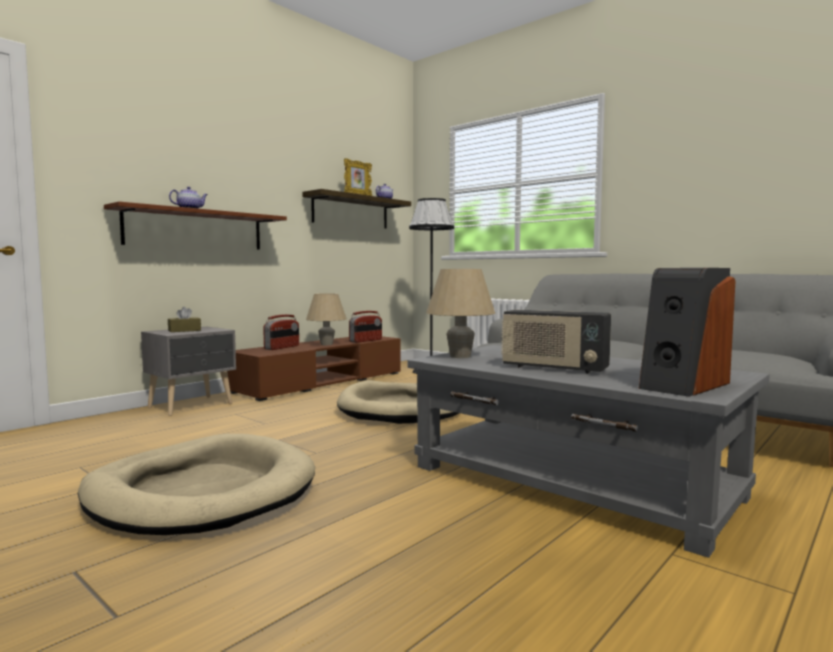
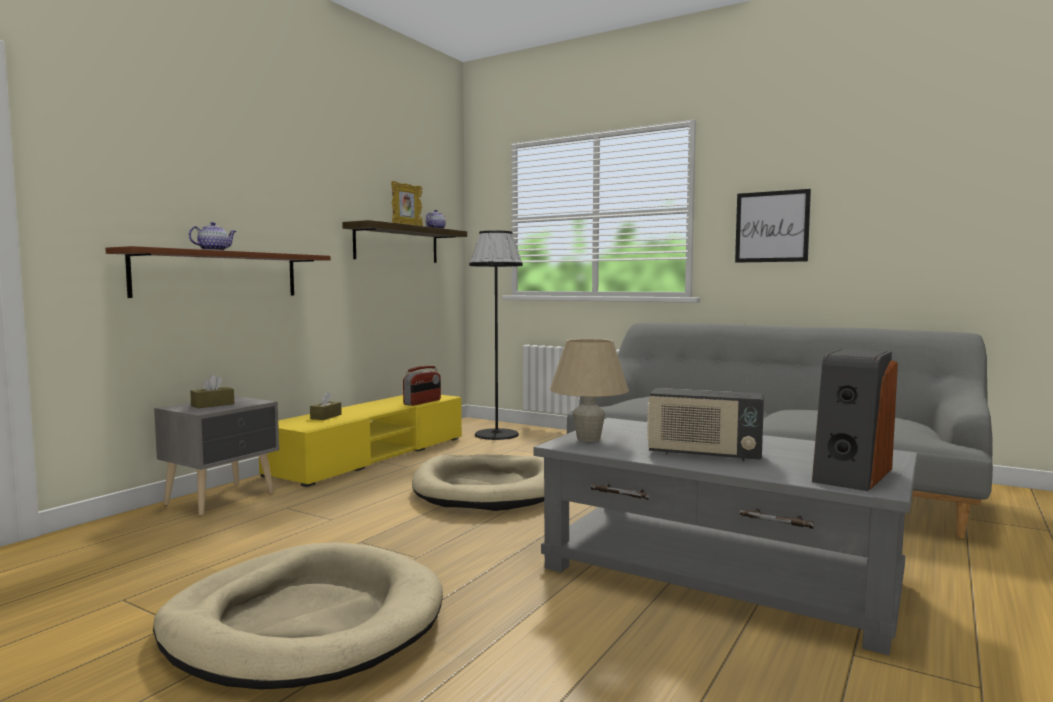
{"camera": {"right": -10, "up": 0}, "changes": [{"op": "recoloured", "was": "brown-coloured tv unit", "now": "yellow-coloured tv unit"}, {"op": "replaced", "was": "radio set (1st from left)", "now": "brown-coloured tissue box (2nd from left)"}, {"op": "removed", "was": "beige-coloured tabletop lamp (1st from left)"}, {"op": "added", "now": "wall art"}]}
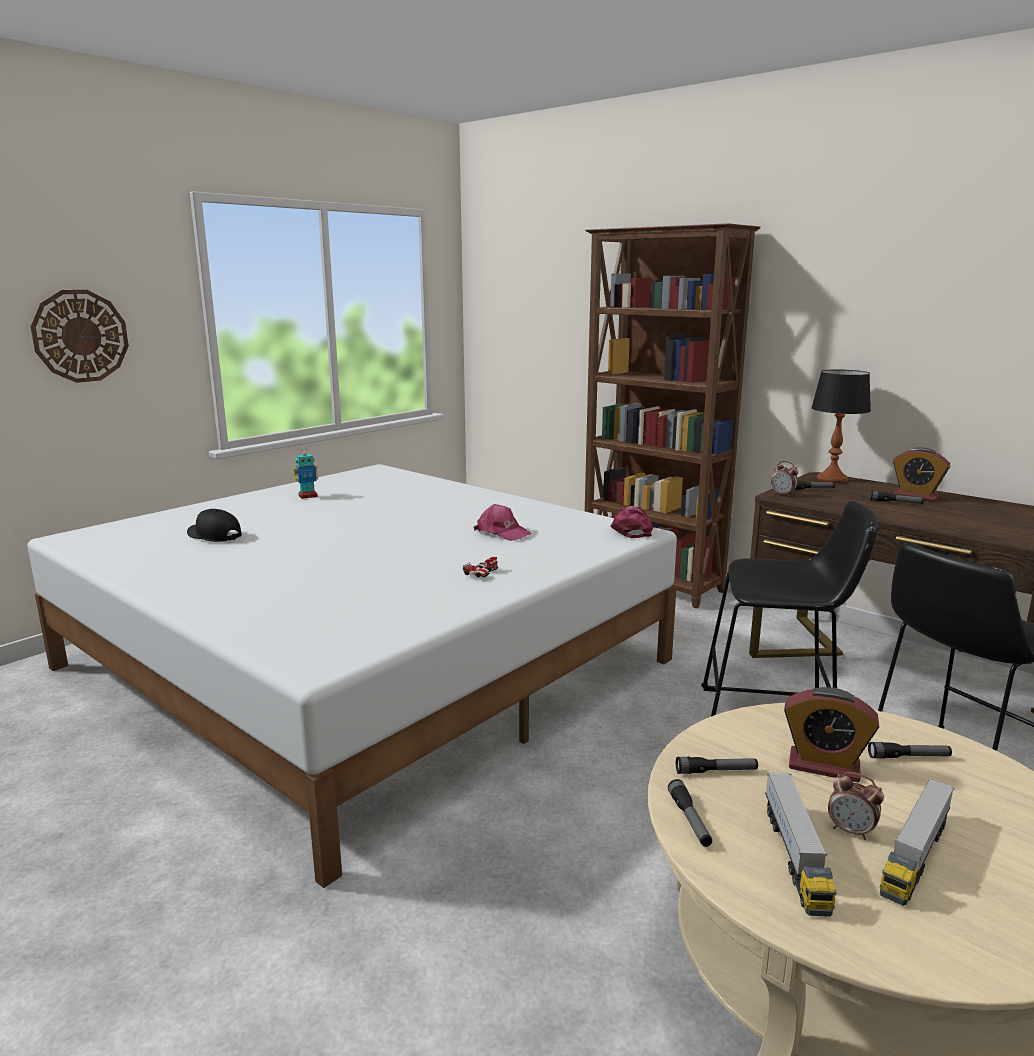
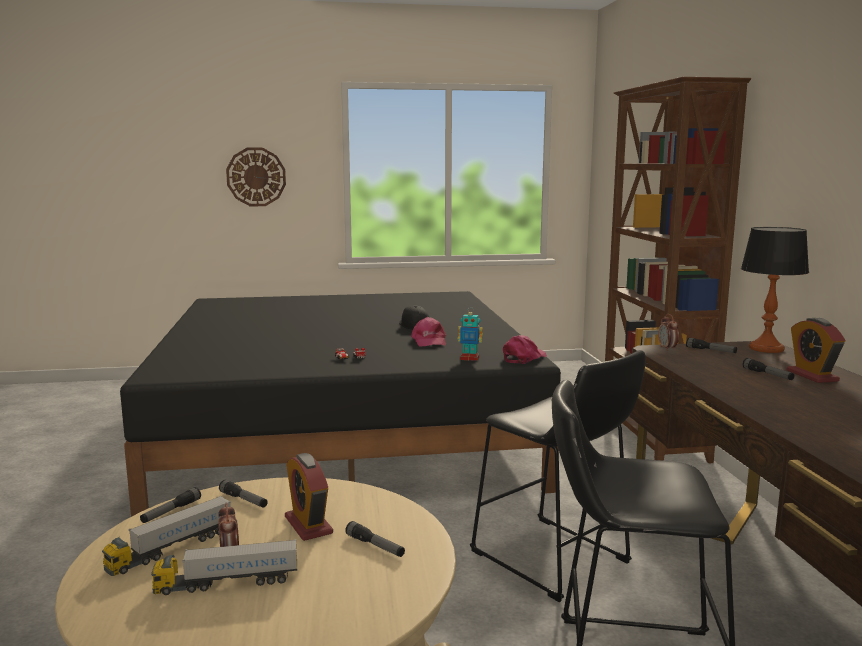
{"camera": {"right": 40, "up": -5}, "changes": [{"op": "recoloured", "was": "white-coloured bedroom bed", "now": "blackish bedroom bed"}, {"op": "moved", "was": "blackish peaked cap"}, {"op": "moved", "was": "toy robot"}]}
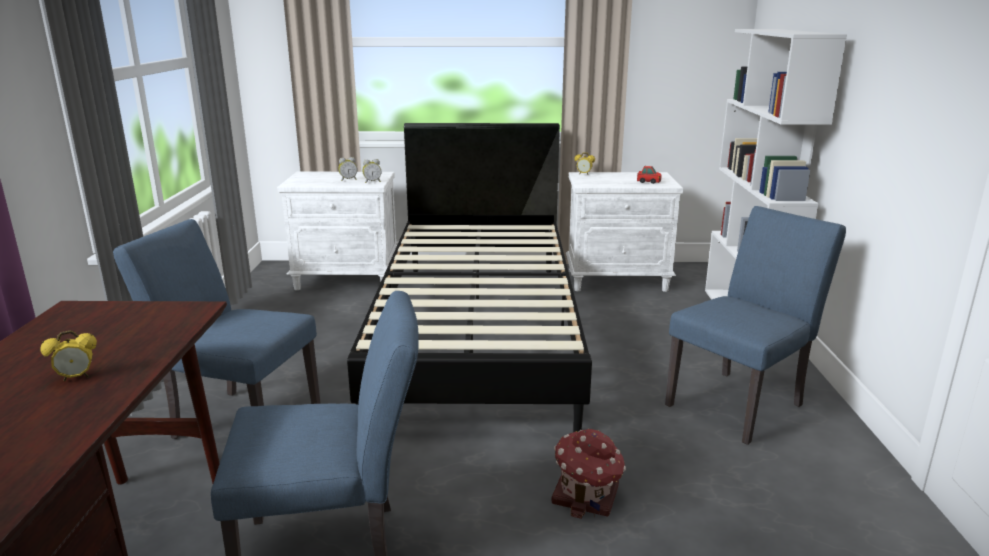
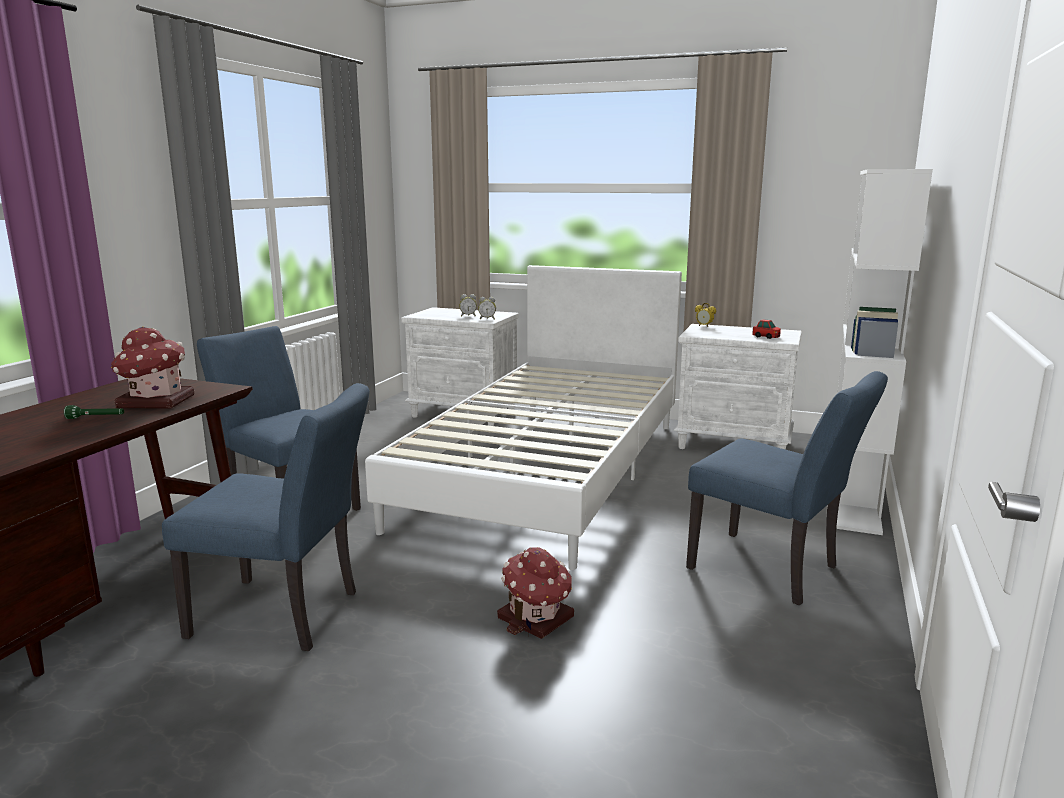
{"camera": {"right": 20, "up": -5}, "changes": [{"op": "replaced", "was": "table clock (1st from left)", "now": "greenish hand torch"}, {"op": "recoloured", "was": "blackish bedroom bed", "now": "white-coloured bedroom bed"}, {"op": "turned", "was": "bluish plain chair (3rd from left)", "clockwise": 60}, {"op": "added", "now": "miniature house (1st from left)"}]}
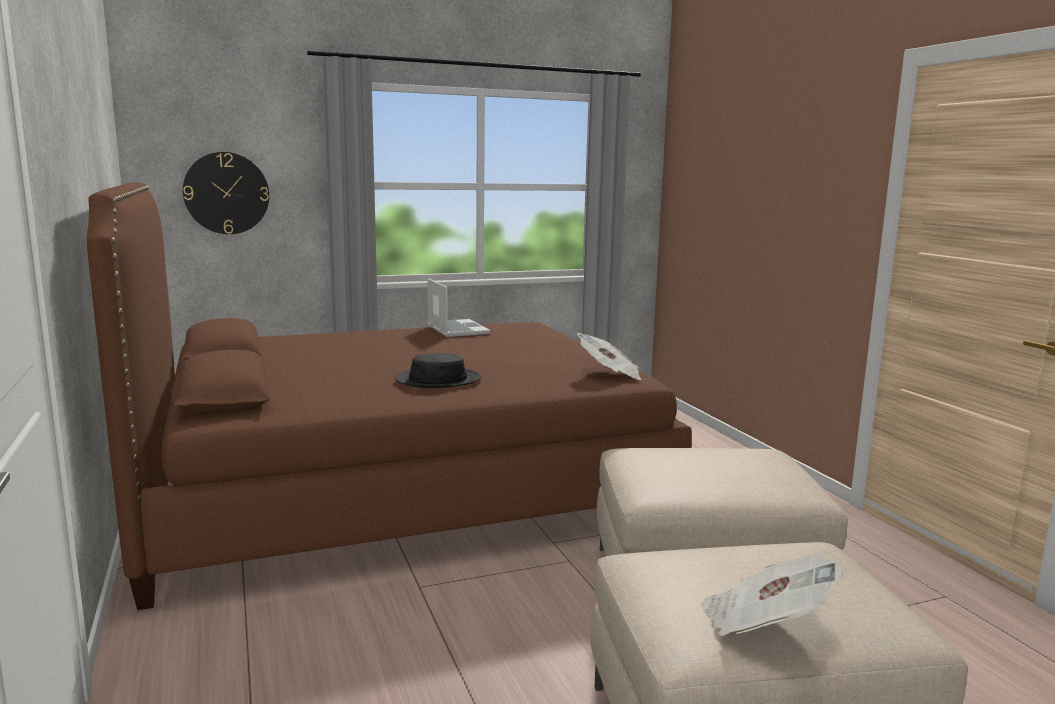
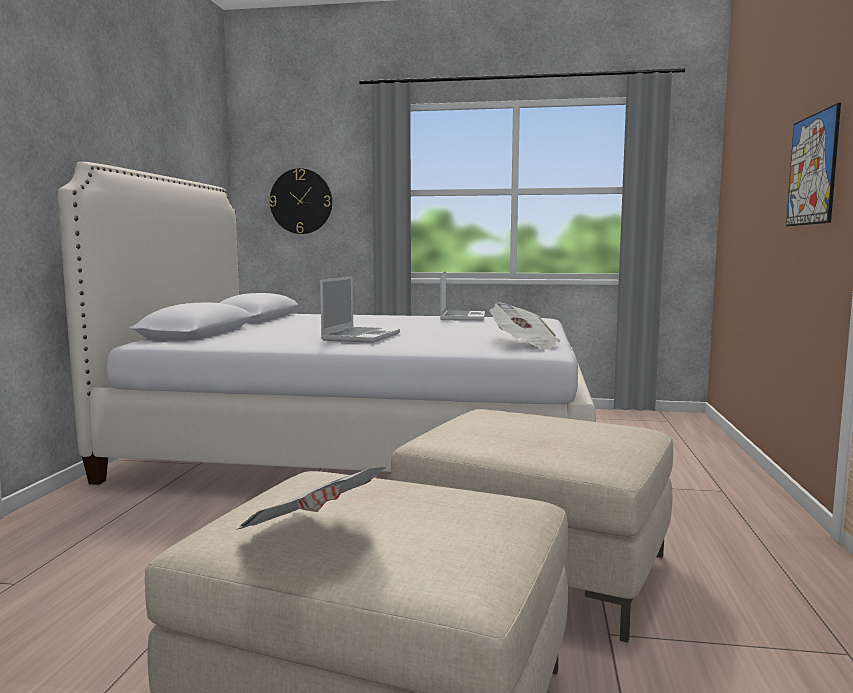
{"camera": {"right": 30, "up": -5}, "changes": [{"op": "recoloured", "was": "brown-coloured bedroom bed", "now": "white-coloured bedroom bed"}, {"op": "replaced", "was": "blackish wearable hat", "now": "notebook computer (1st from left)"}, {"op": "added", "now": "wall art"}]}
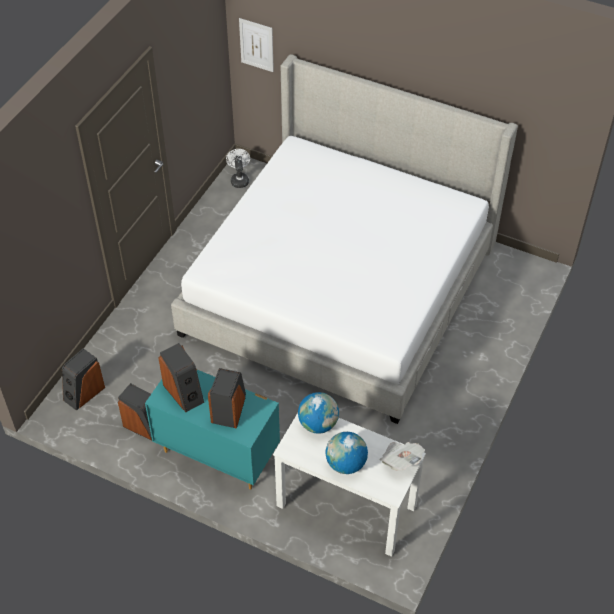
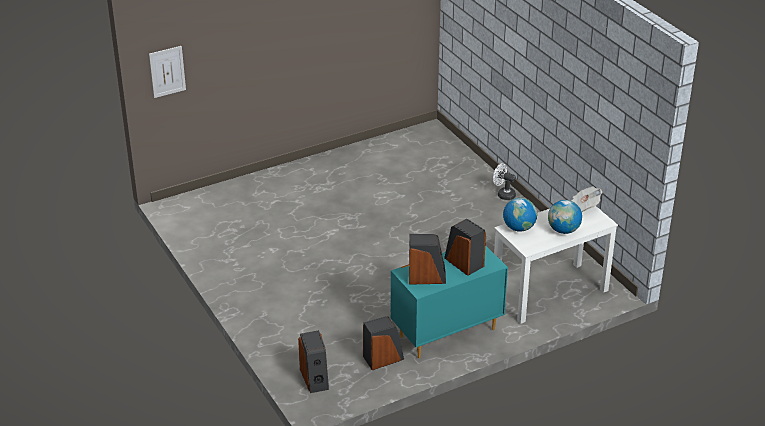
{"camera": {"right": -55, "up": -15}, "changes": [{"op": "removed", "was": "bedroom bed"}, {"op": "moved", "was": "white-coloured fan"}]}
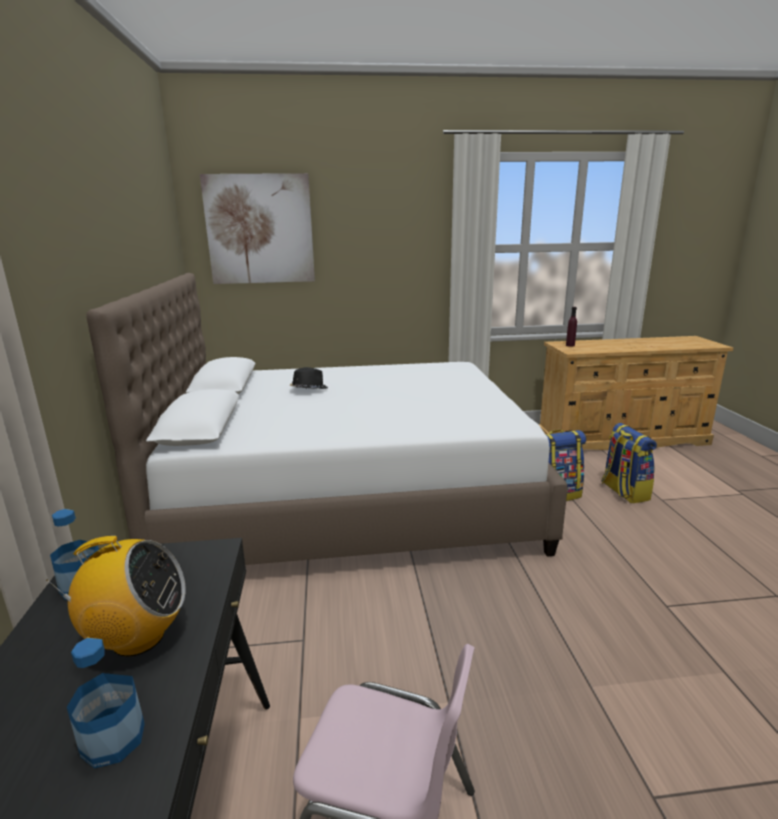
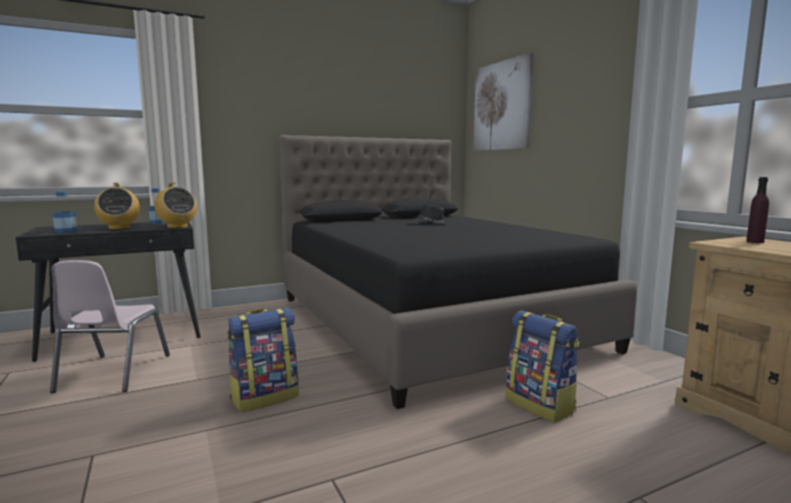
{"camera": {"right": 70, "up": -10}, "changes": [{"op": "recoloured", "was": "white-coloured bedroom bed", "now": "blackish bedroom bed"}, {"op": "moved", "was": "rucksack (2nd from left in the first image)", "now": "rucksack (1st from left)"}, {"op": "added", "now": "radio set (2nd from left)"}]}
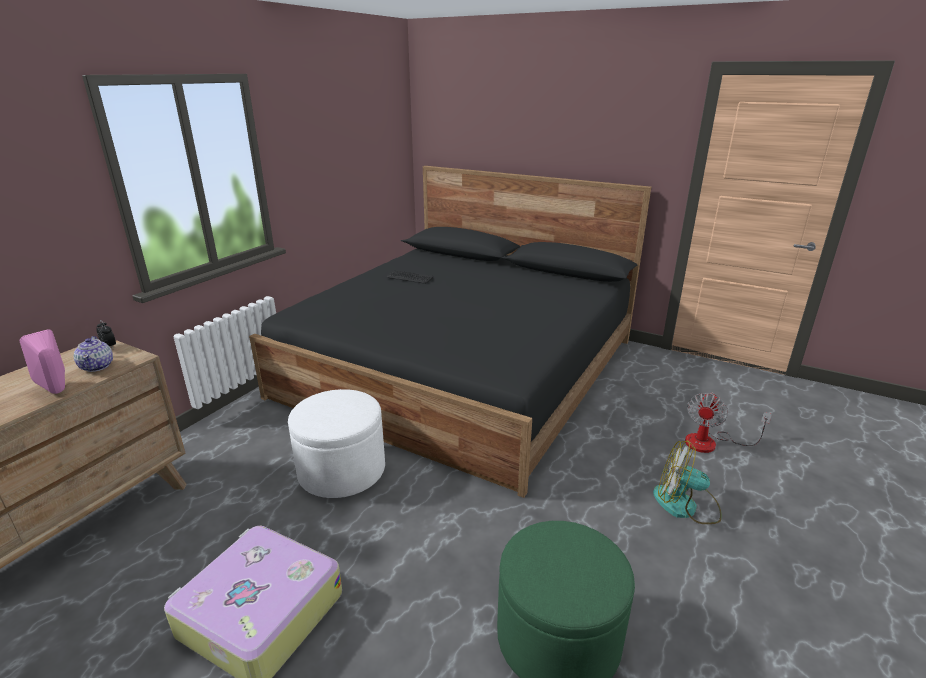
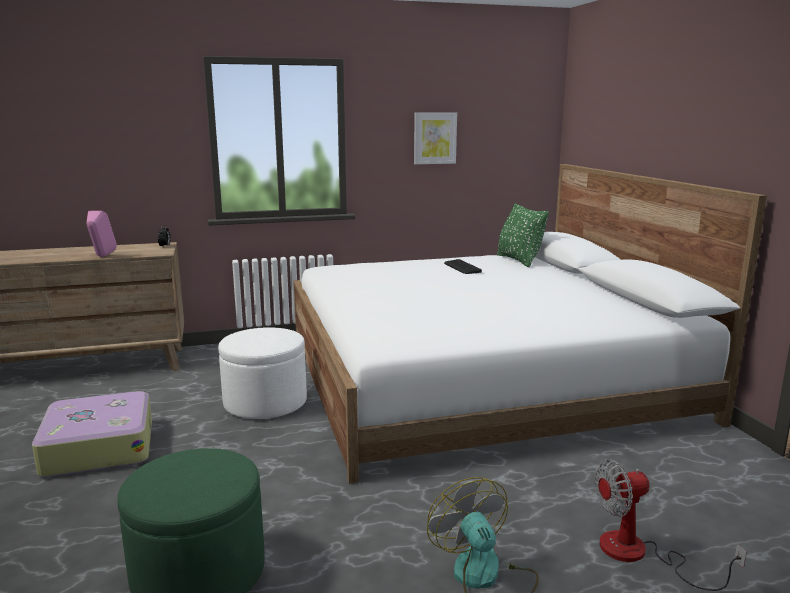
{"camera": {"right": 45, "up": -10}, "changes": [{"op": "removed", "was": "teapot"}, {"op": "recoloured", "was": "blackish bedroom bed", "now": "white-coloured bedroom bed"}, {"op": "added", "now": "wall art"}, {"op": "added", "now": "greenish pillow"}]}
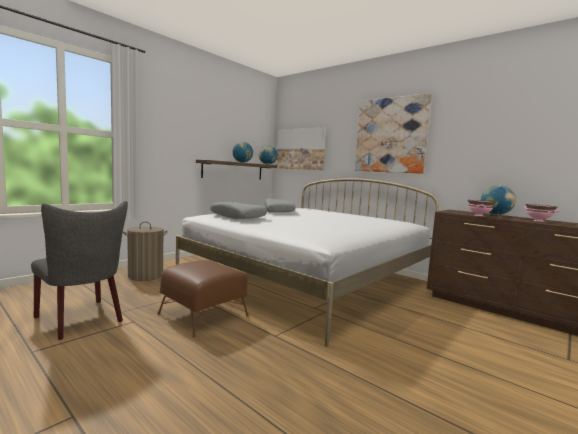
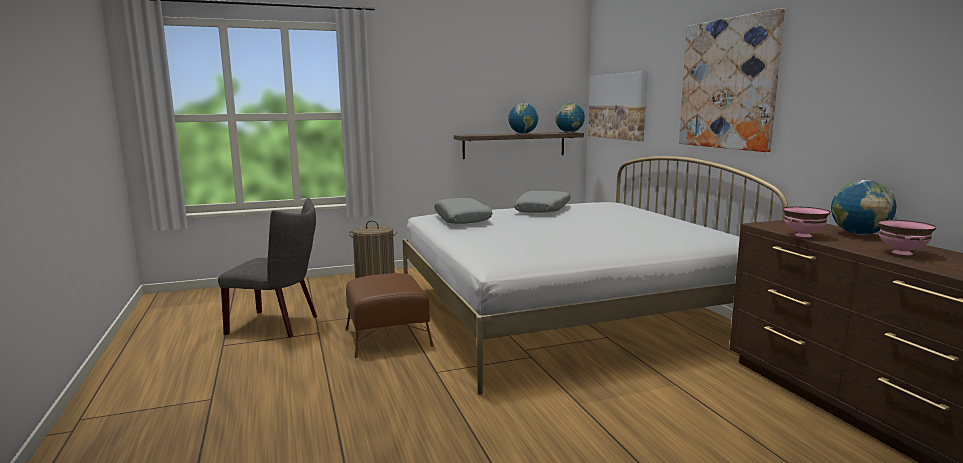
{"camera": {"right": 30, "up": 5}, "changes": [{"op": "turned", "was": "grey plain chair", "clockwise": -60}]}
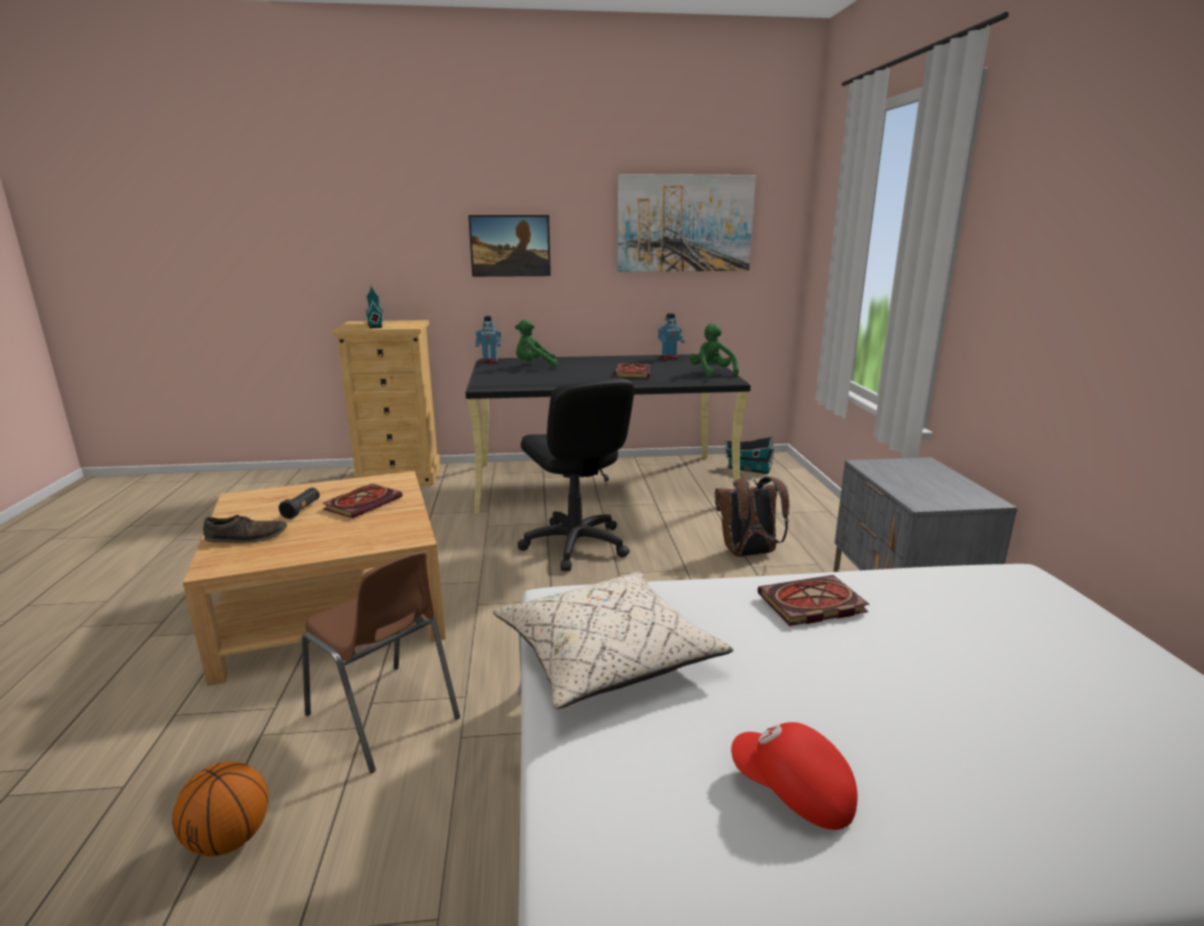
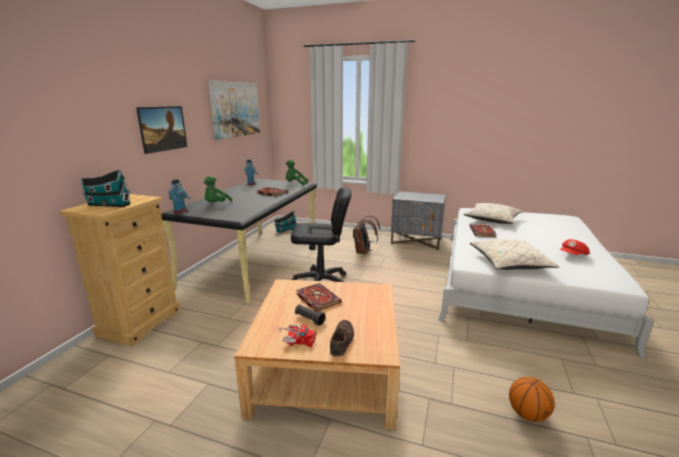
{"camera": {"right": -65, "up": 0}, "changes": [{"op": "removed", "was": "brown-coloured plain chair"}, {"op": "added", "now": "model truck"}, {"op": "added", "now": "beige-coloured pillow (1st from left)"}]}
